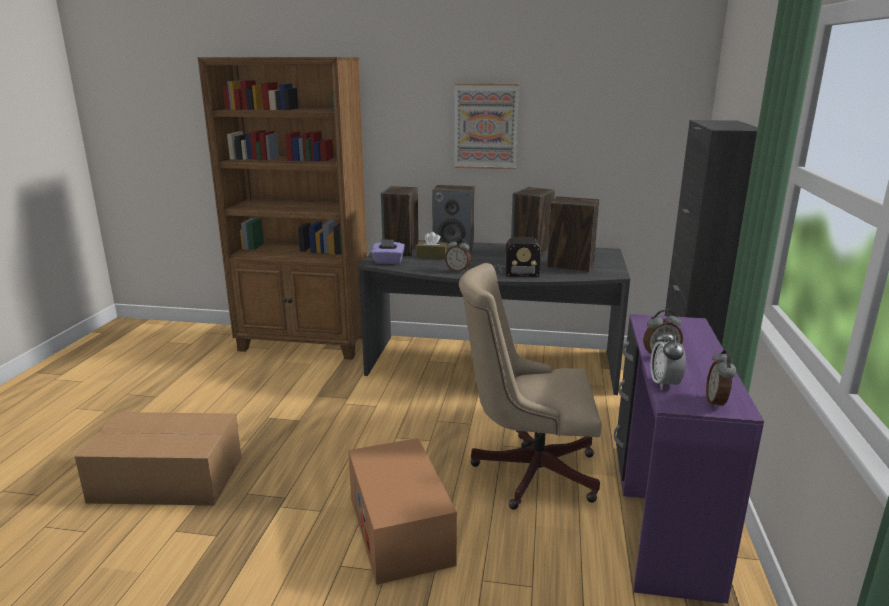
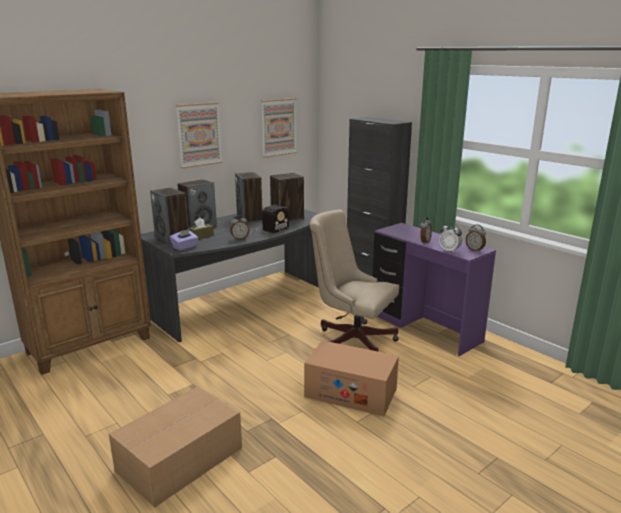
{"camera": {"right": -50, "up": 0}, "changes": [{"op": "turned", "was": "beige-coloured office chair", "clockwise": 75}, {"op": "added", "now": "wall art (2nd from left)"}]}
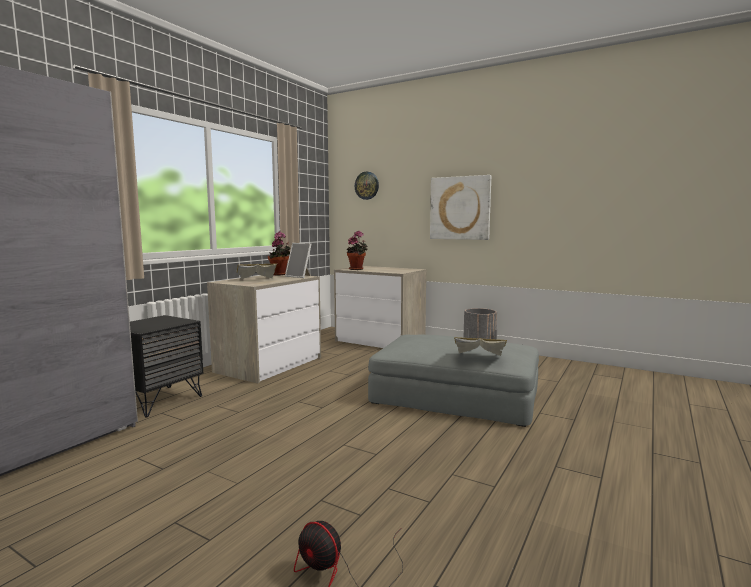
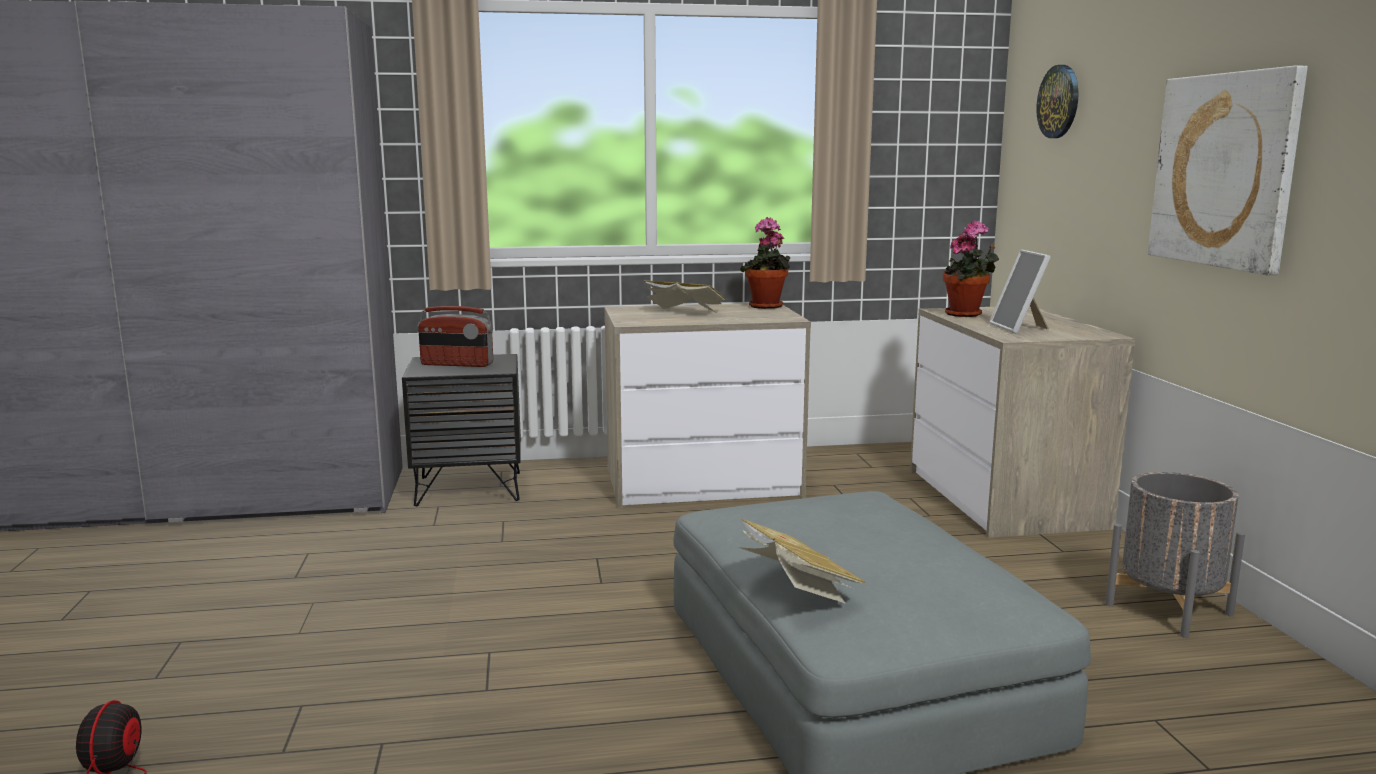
{"camera": {"right": 50, "up": 5}, "changes": [{"op": "moved", "was": "photo frame"}, {"op": "added", "now": "radio set"}]}
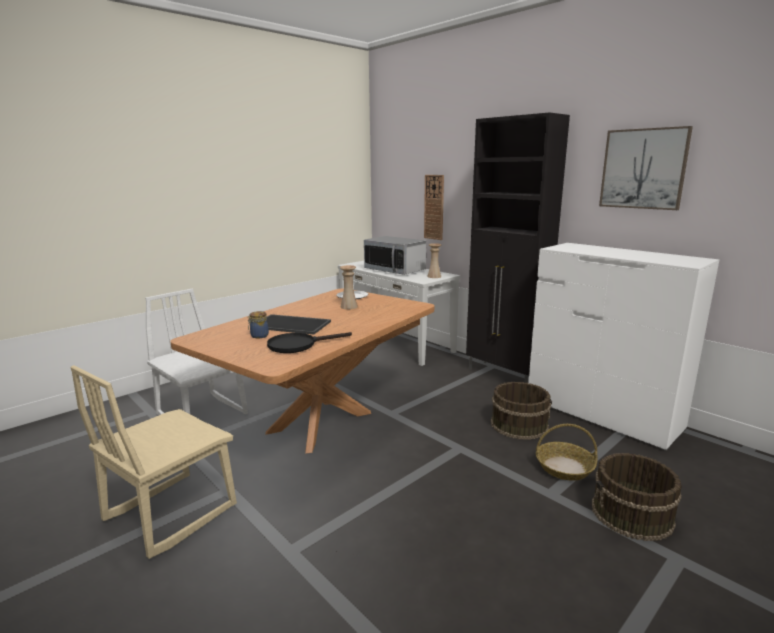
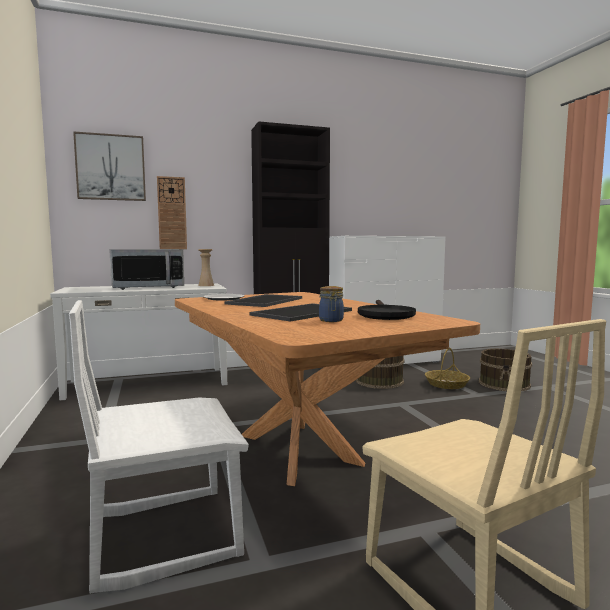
{"camera": {"right": -65, "up": -10}, "changes": [{"op": "replaced", "was": "beige-coloured flower vase (1st from left)", "now": "tray (1st from left)"}, {"op": "moved", "was": "wall art"}]}
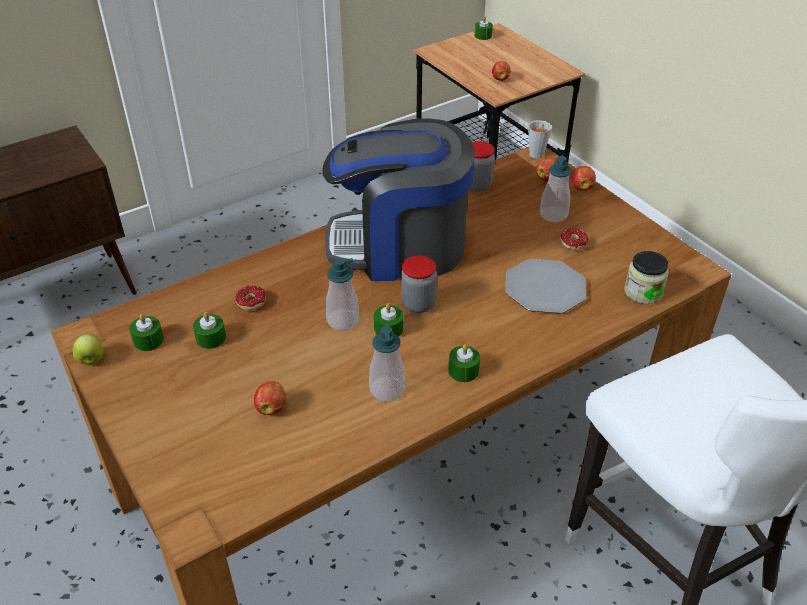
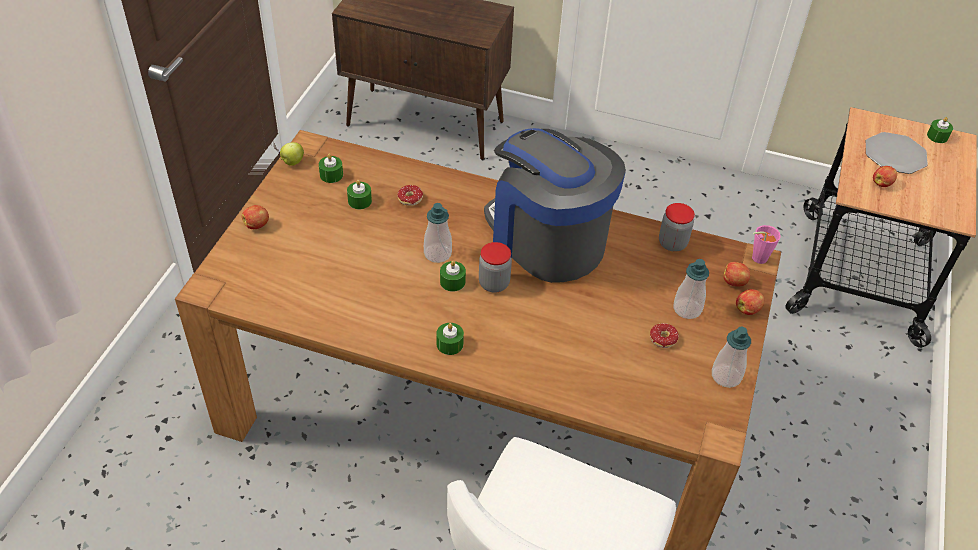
{"camera": {"right": 50, "up": 5}, "changes": [{"op": "moved", "was": "apple fruit (2nd from left in the first image)", "now": "apple fruit (1st from left)"}, {"op": "moved", "was": "liquid soap bottle (2nd from left in the first image)", "now": "liquid soap bottle (3rd from left)"}, {"op": "moved", "was": "flat dish"}, {"op": "recoloured", "was": "grey small cup", "now": "pink small cup"}, {"op": "removed", "was": "jar (3rd from left)"}]}
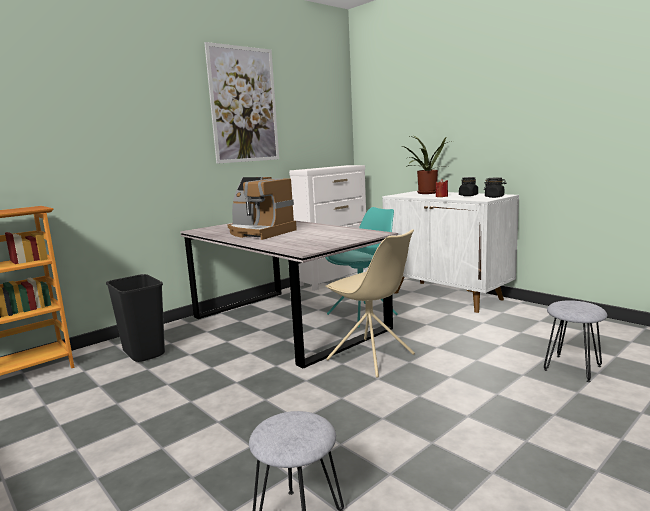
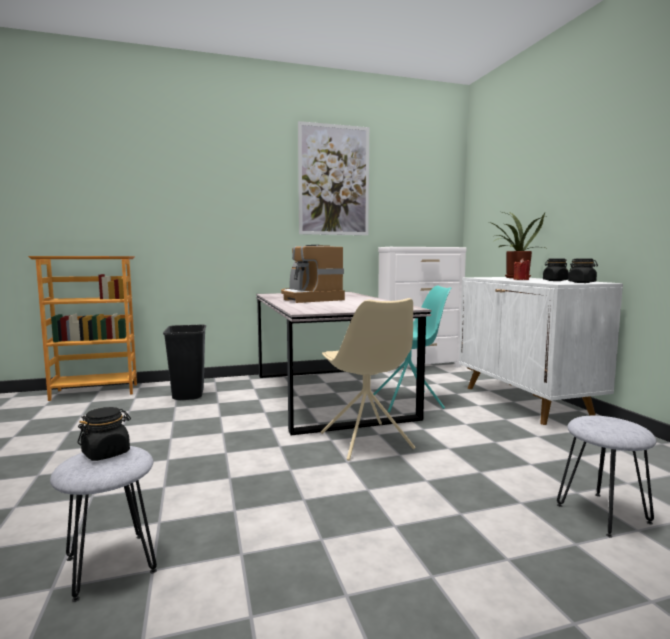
{"camera": {"right": 25, "up": -5}, "changes": [{"op": "added", "now": "blackish jar (1st from left)"}]}
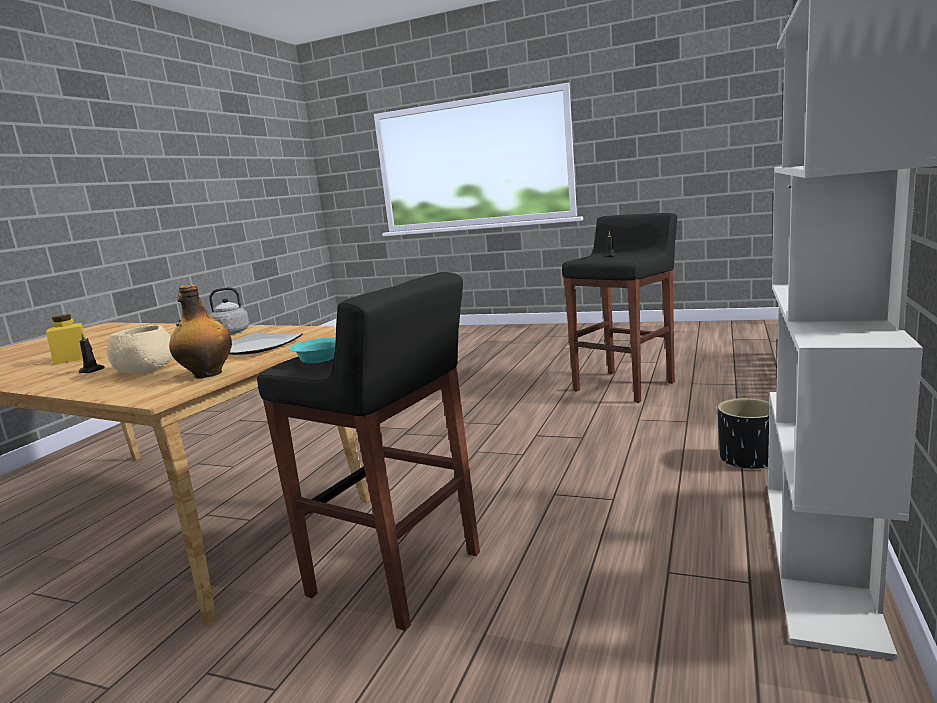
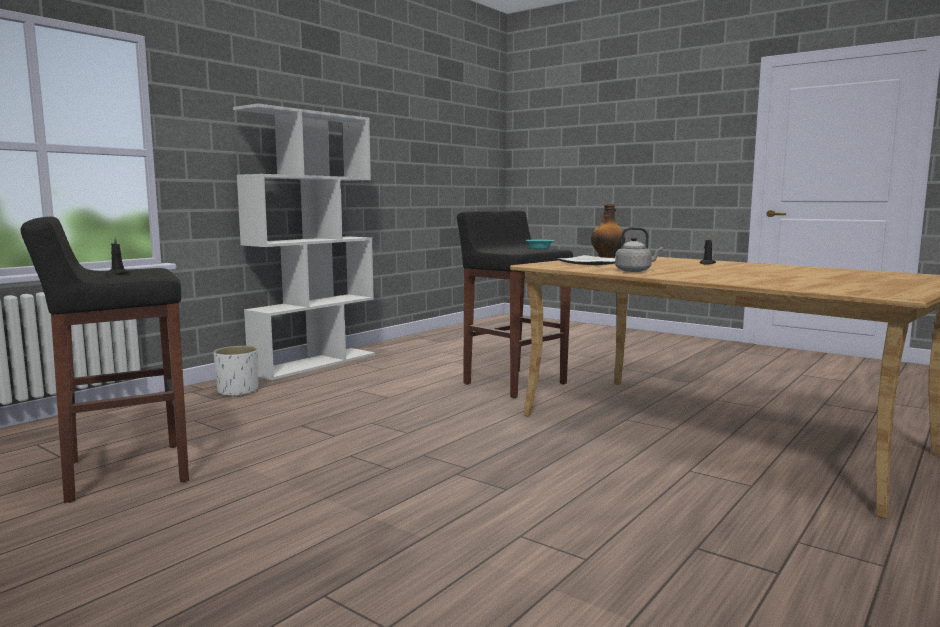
{"camera": {"right": -165, "up": -5}, "changes": [{"op": "removed", "was": "yellow-coloured jar"}, {"op": "removed", "was": "beige-coloured bowl"}, {"op": "recoloured", "was": "blackish plant pot", "now": "white-coloured plant pot"}]}
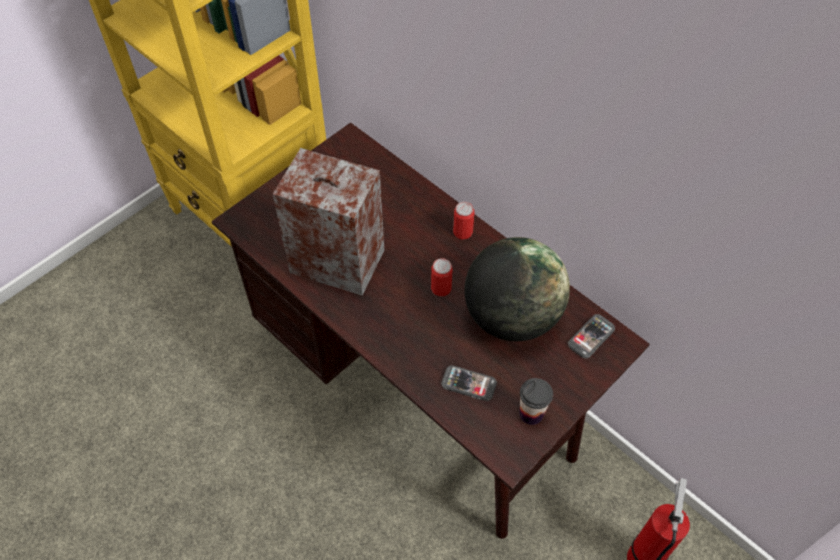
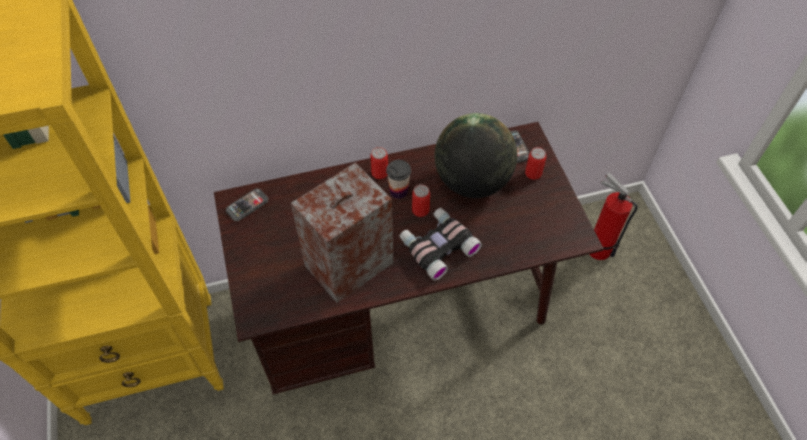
{"camera": {"right": -60, "up": 0}, "changes": [{"op": "moved", "was": "handset (1st from left)"}, {"op": "moved", "was": "small cup"}, {"op": "added", "now": "pair of binoculars"}, {"op": "added", "now": "sealed can (3rd from left)"}]}
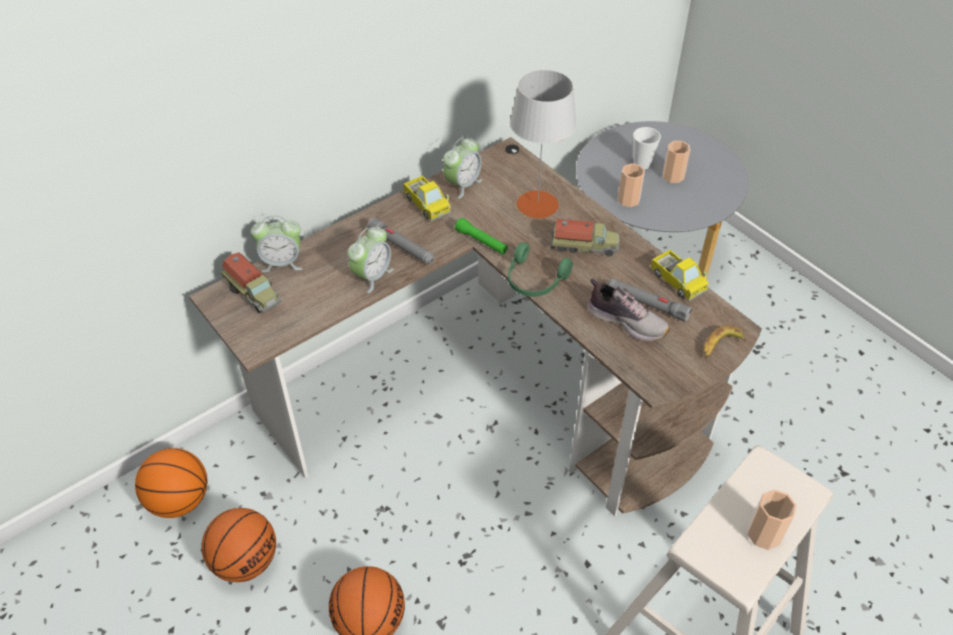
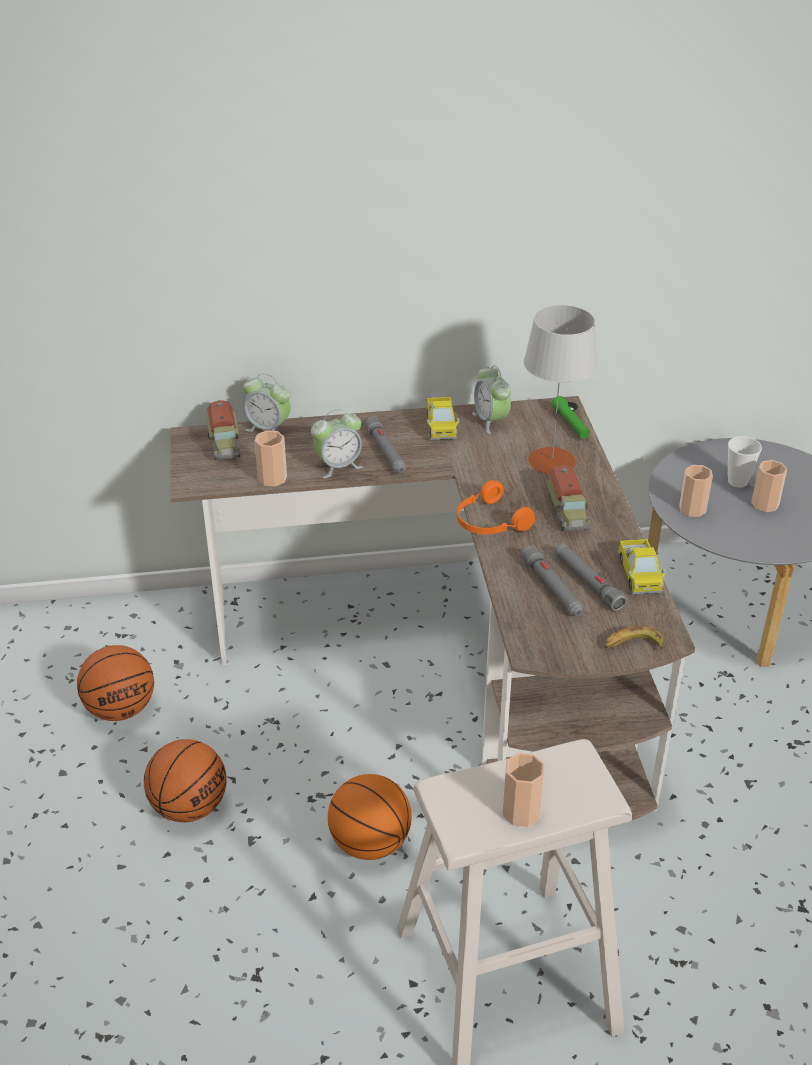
{"camera": {"right": 30, "up": -10}, "changes": [{"op": "moved", "was": "ball for basketball (1st from left in the first image)", "now": "ball for basketball (3rd from left)"}, {"op": "turned", "was": "table clock (3rd from left)", "clockwise": 90}, {"op": "moved", "was": "greenish hand torch"}, {"op": "recoloured", "was": "greenish headphones", "now": "orange headphones"}, {"op": "turned", "was": "model truck (3rd from left)", "clockwise": 45}, {"op": "replaced", "was": "low shoe", "now": "grey hand torch (2nd from left)"}, {"op": "added", "now": "small cup (1st from left)"}]}
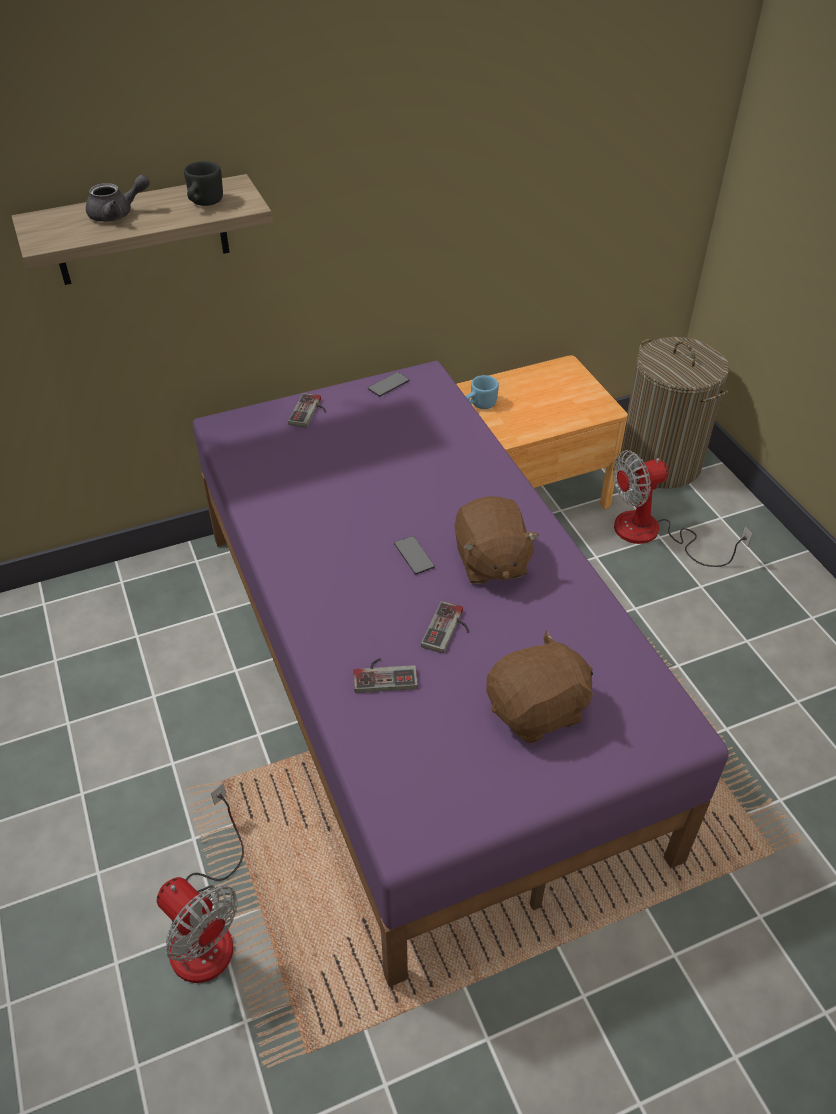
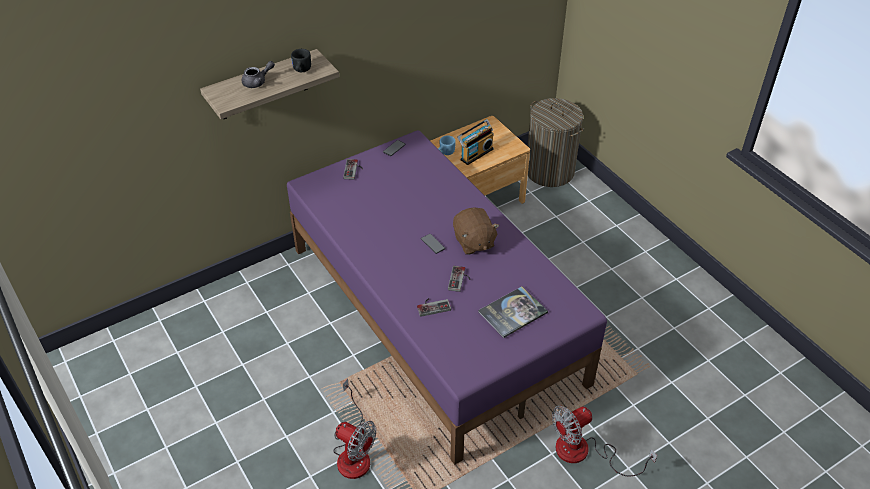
{"camera": {"right": -10, "up": 0}, "changes": [{"op": "replaced", "was": "brown-coloured plush toy (2nd from left)", "now": "book"}, {"op": "moved", "was": "fan (2nd from left)"}, {"op": "added", "now": "radio set"}]}
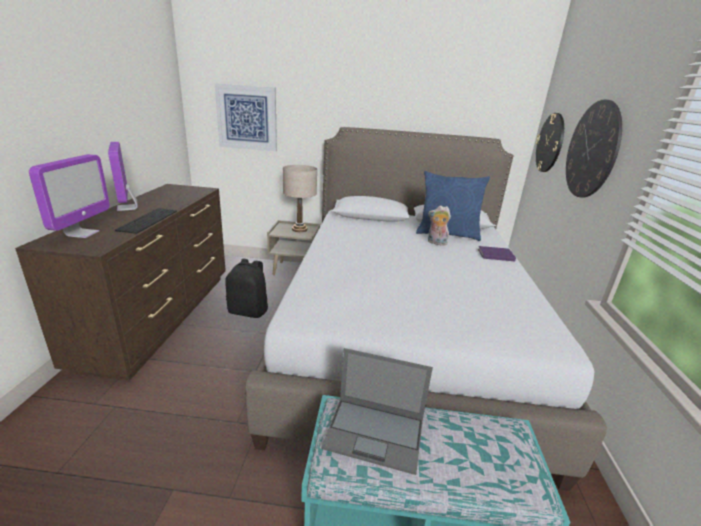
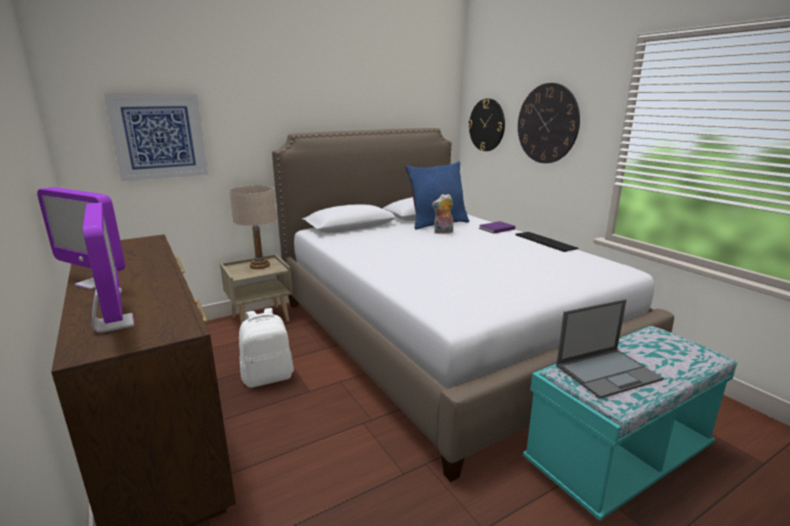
{"camera": {"right": -35, "up": -5}, "changes": [{"op": "moved", "was": "PC keyboard"}, {"op": "recoloured", "was": "blackish rucksack", "now": "white-coloured rucksack"}]}
